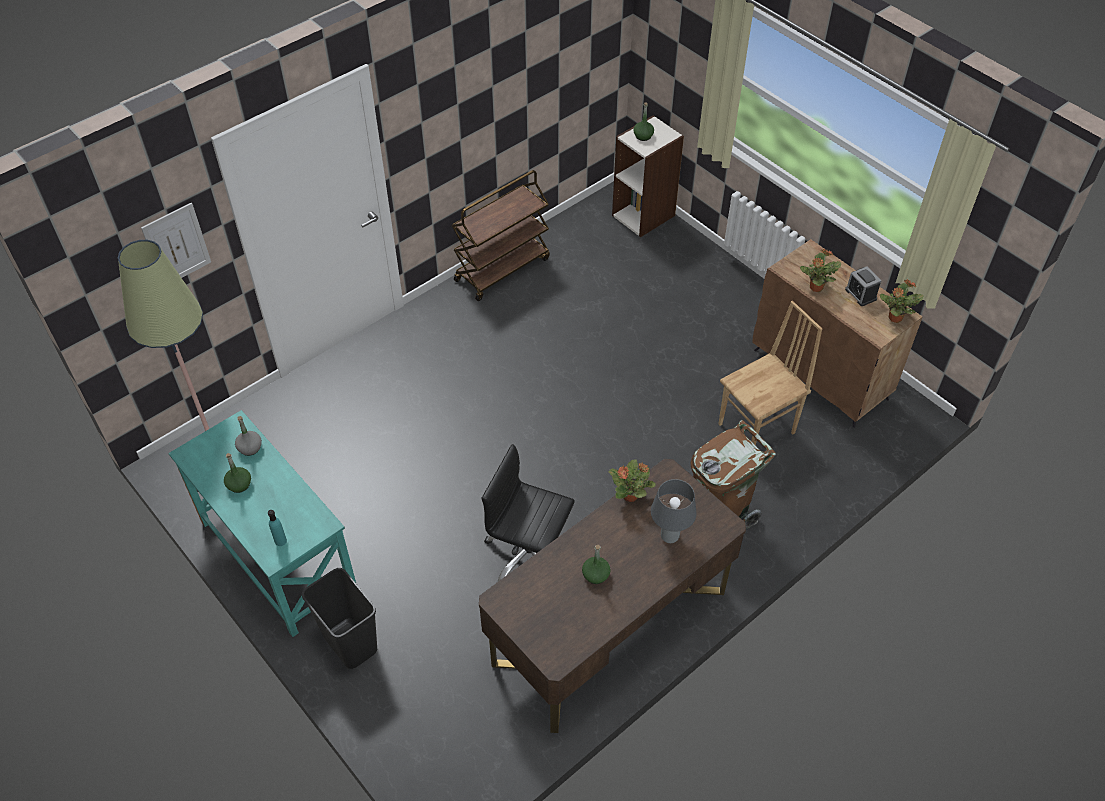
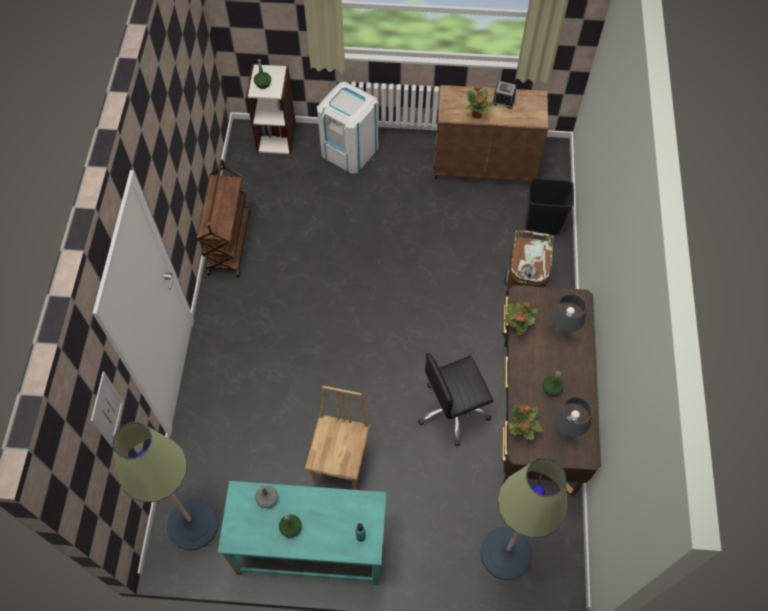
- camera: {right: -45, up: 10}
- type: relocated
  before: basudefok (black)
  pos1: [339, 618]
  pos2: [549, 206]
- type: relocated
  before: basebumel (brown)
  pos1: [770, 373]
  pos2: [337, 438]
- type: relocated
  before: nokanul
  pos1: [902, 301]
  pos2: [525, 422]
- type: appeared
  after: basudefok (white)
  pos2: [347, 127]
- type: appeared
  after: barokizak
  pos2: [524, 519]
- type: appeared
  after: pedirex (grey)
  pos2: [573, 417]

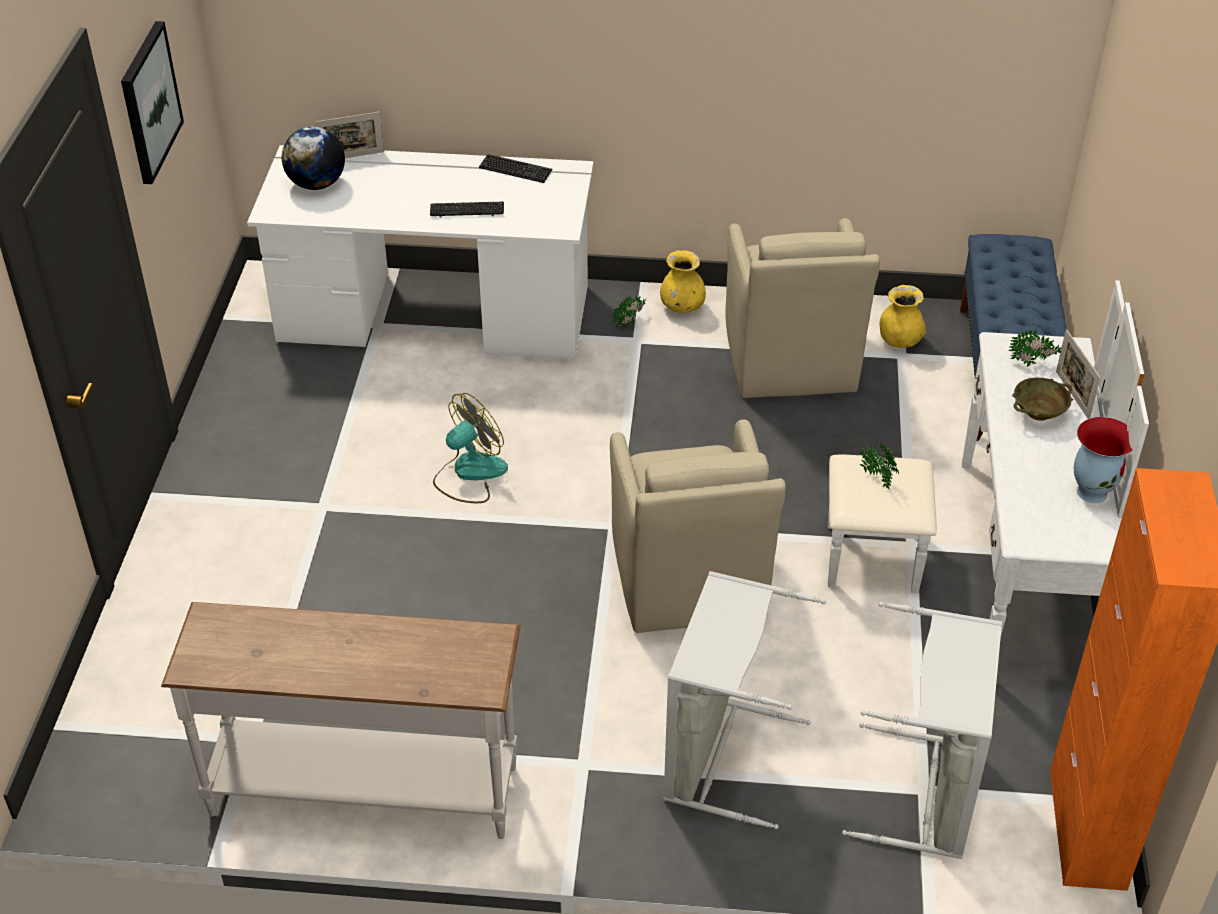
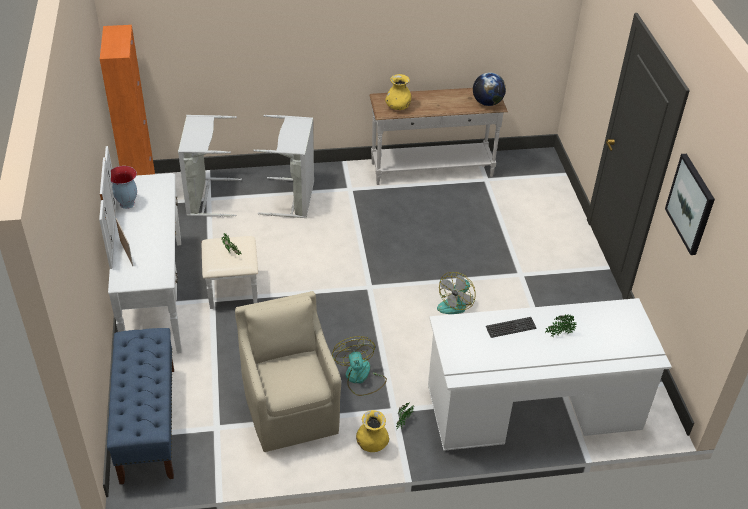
- camera: {right: 165, up: 0}
- type: relocated
  before: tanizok
  pos1: [313, 158]
  pos2: [489, 89]
- type: missing
  before: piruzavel
  pos1: [349, 135]
- type: missing
  before: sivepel
  pos1: [515, 168]
- type: missing
  before: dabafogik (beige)
  pos1: [698, 526]
- type: relocated
  before: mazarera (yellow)
  pos1: [903, 316]
  pos2: [398, 92]
- type: relocated
  before: nokanul
  pos1: [1035, 348]
  pos2: [561, 326]
- type: missing
  before: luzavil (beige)
  pos1: [1042, 399]
- type: appeared
  after: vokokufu
  pos2: [359, 366]

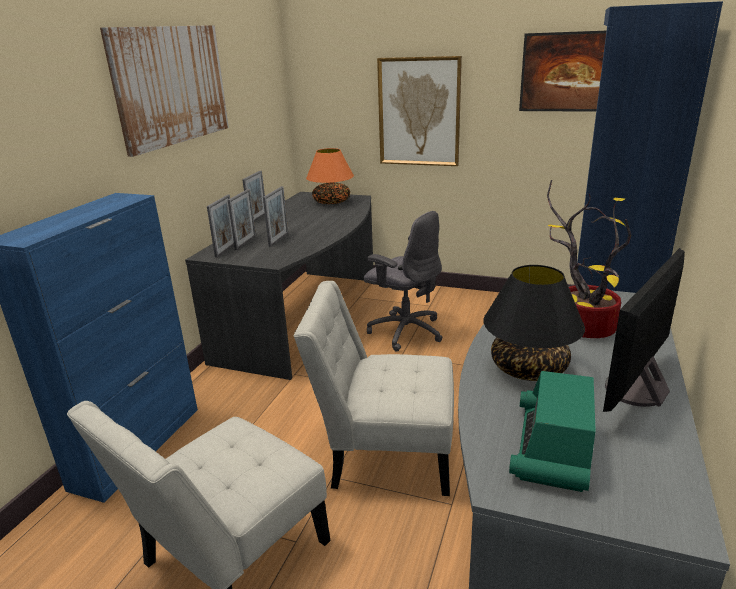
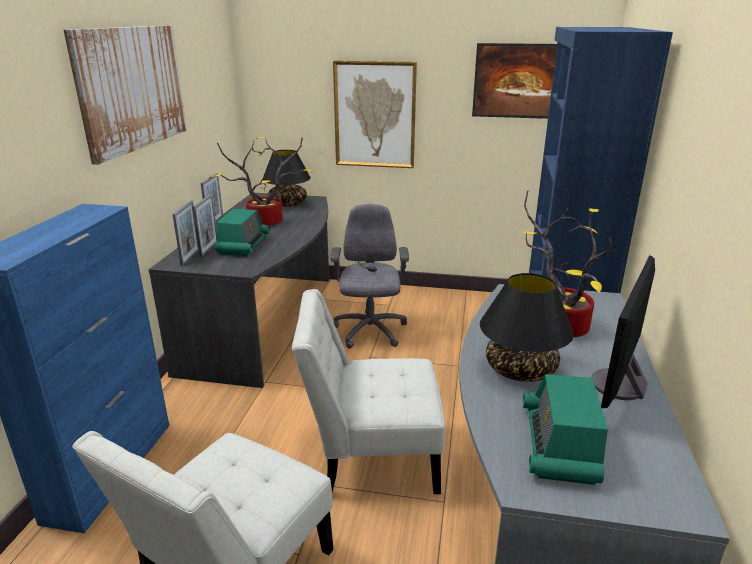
- camera: {right: -10, up: 0}
- type: exchanged
  before: piruzavel
  after: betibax
  pos1: [275, 216]
  pos2: [242, 232]
- type: colour
  before: pedirex (orange)
  after: pedirex (black)
  pos1: [330, 176]
  pos2: [287, 178]
- type: spun
  before: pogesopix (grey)
  pos1: [403, 281]
  pos2: [369, 276]
  turn: -120
- type: appeared
  after: nokanul
  pos2: [261, 181]

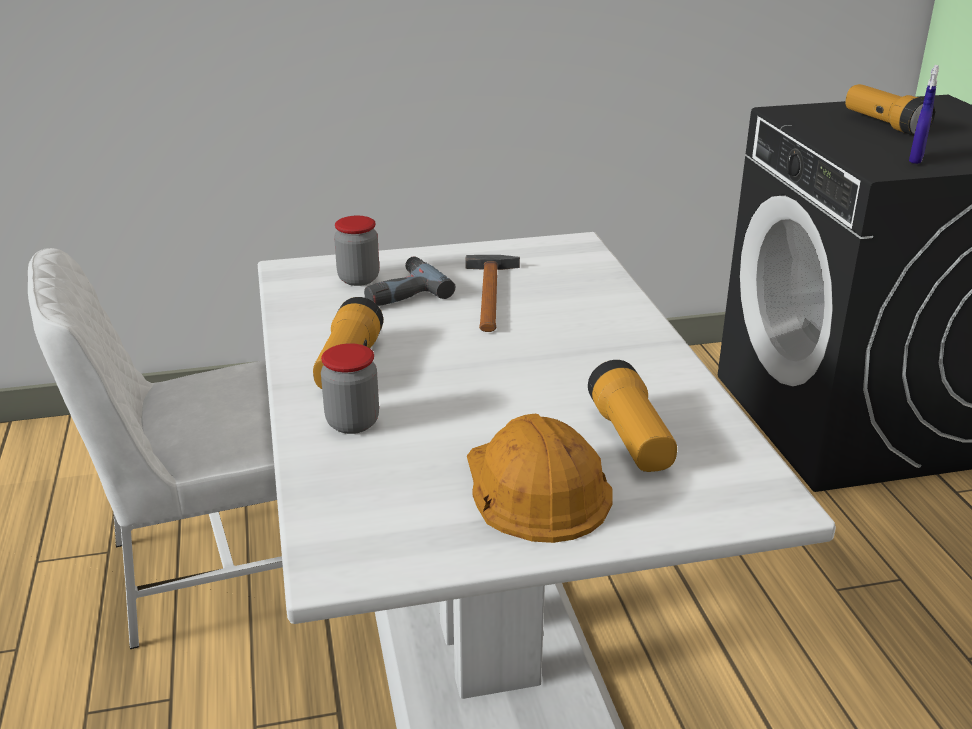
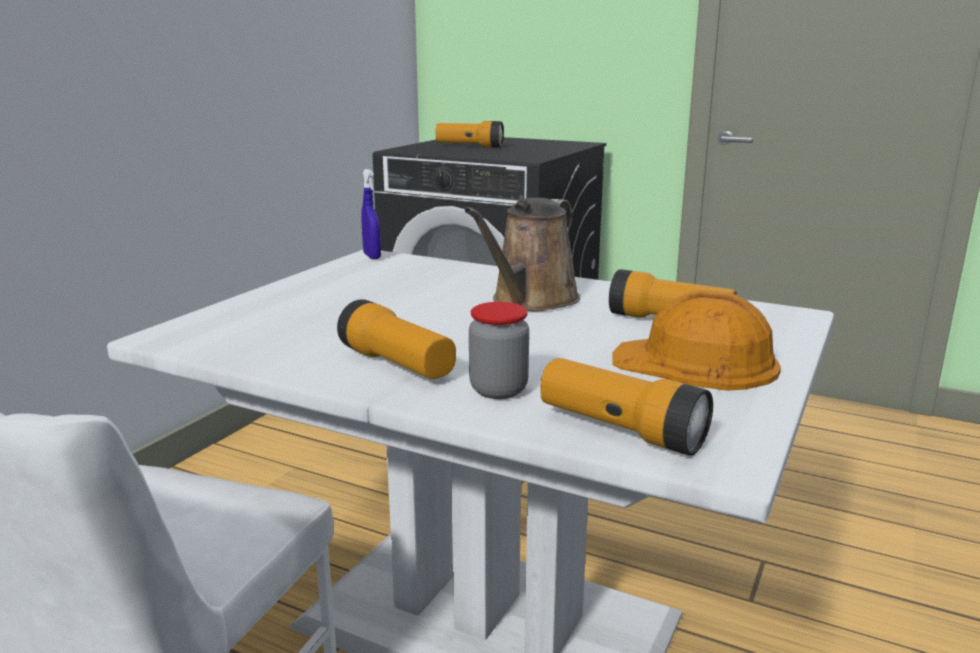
- camera: {right: -50, up: -10}
- type: missing
  before: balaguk
  pos1: [356, 251]
- type: missing
  before: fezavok
  pos1: [409, 281]
- type: missing
  before: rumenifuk
  pos1: [492, 293]
- type: relocated
  before: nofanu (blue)
  pos1: [924, 114]
  pos2: [371, 214]
- type: appeared
  after: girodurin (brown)
  pos2: [522, 254]
- type: appeared
  after: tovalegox
  pos2: [626, 407]

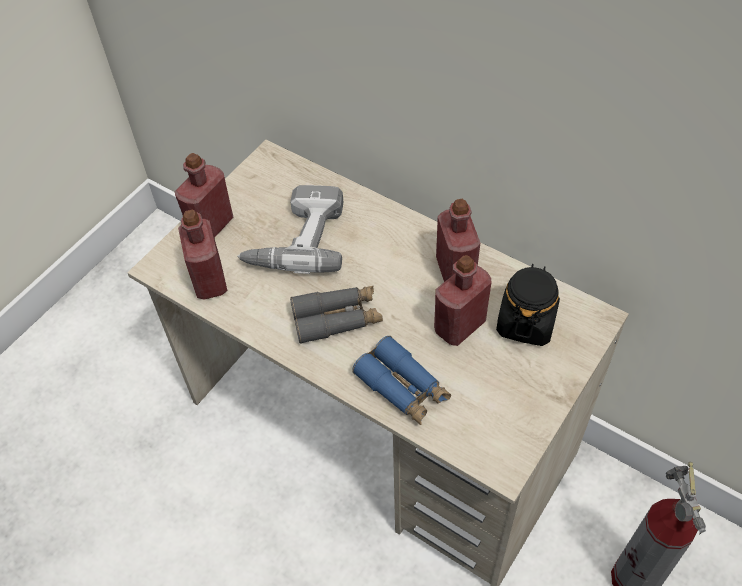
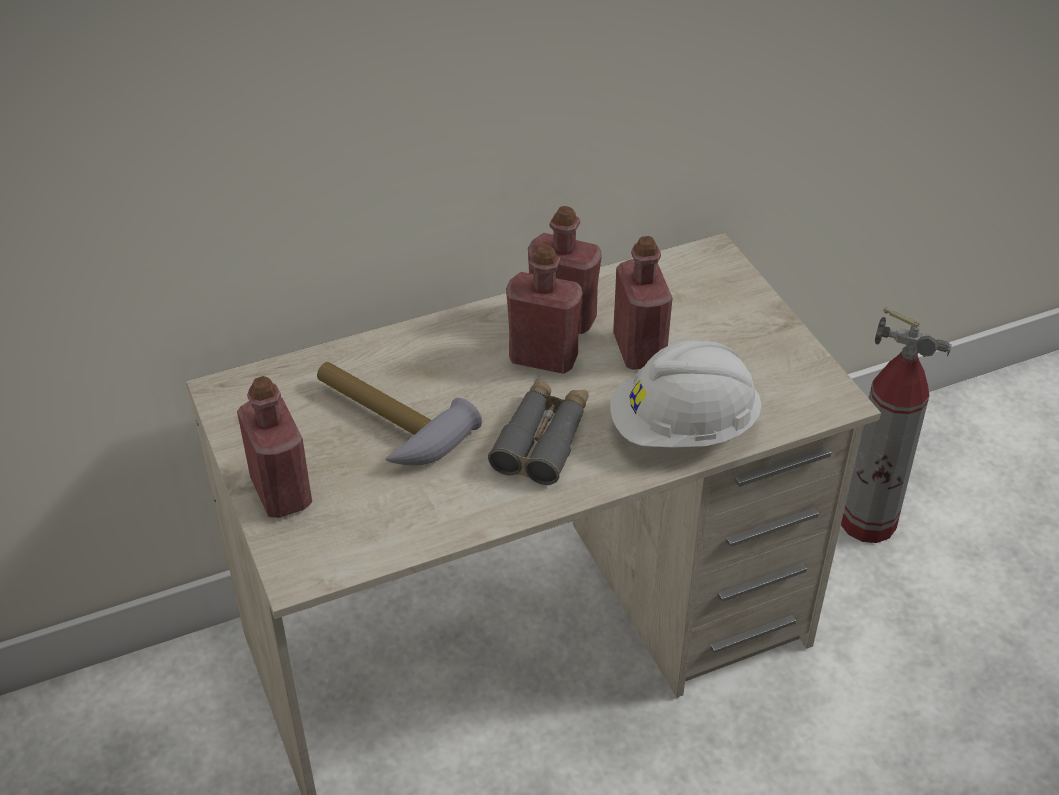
- camera: {right: -60, up: -10}
- type: relocated
  before: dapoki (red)
  pos1: [203, 254]
  pos2: [544, 309]
- type: exchanged
  before: fezavok
  after: rumenifuk
  pos1: [290, 229]
  pos2: [399, 413]
- type: exchanged
  before: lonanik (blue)
  after: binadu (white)
  pos1: [401, 380]
  pos2: [686, 394]
- type: missing
  before: balaguk (black)
  pos1: [528, 305]

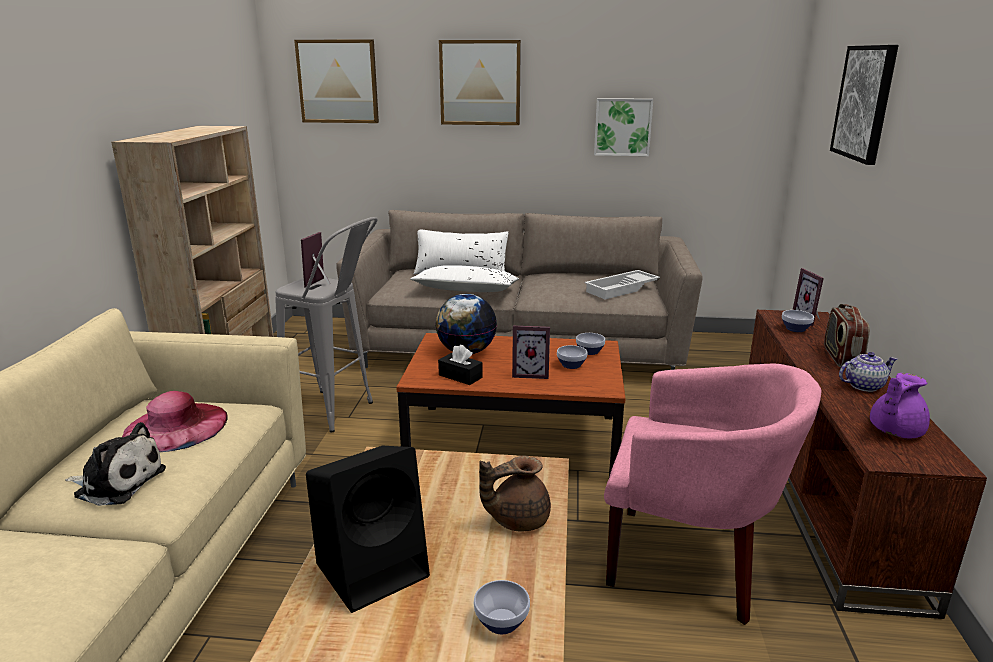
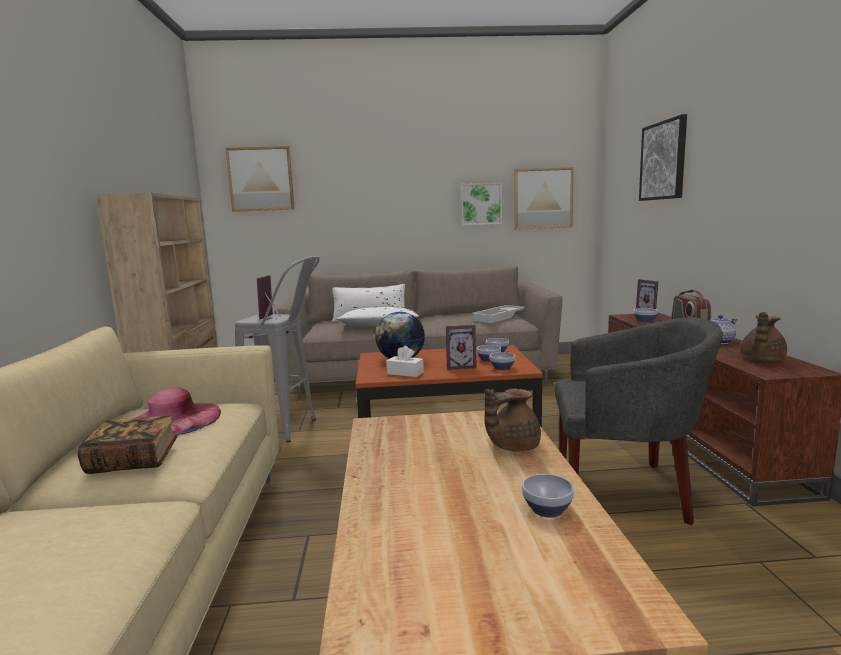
- camera: {right: -10, up: -10}
- type: exchanged
  before: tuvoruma
  after: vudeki
  pos1: [115, 464]
  pos2: [128, 444]
- type: missing
  before: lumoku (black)
  pos1: [368, 529]
- type: colour
  before: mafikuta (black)
  after: mafikuta (white)
  pos1: [460, 365]
  pos2: [405, 361]
- type: relocated
  before: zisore
  pos1: [480, 82]
  pos2: [544, 198]
- type: colour
  before: dabafogik (pink)
  after: dabafogik (grey)
  pos1: [712, 494]
  pos2: [638, 421]
- type: colour
  before: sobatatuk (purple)
  after: sobatatuk (brown)
  pos1: [900, 405]
  pos2: [763, 337]
- type: appeared
  after: luzavil
  pos2: [502, 361]

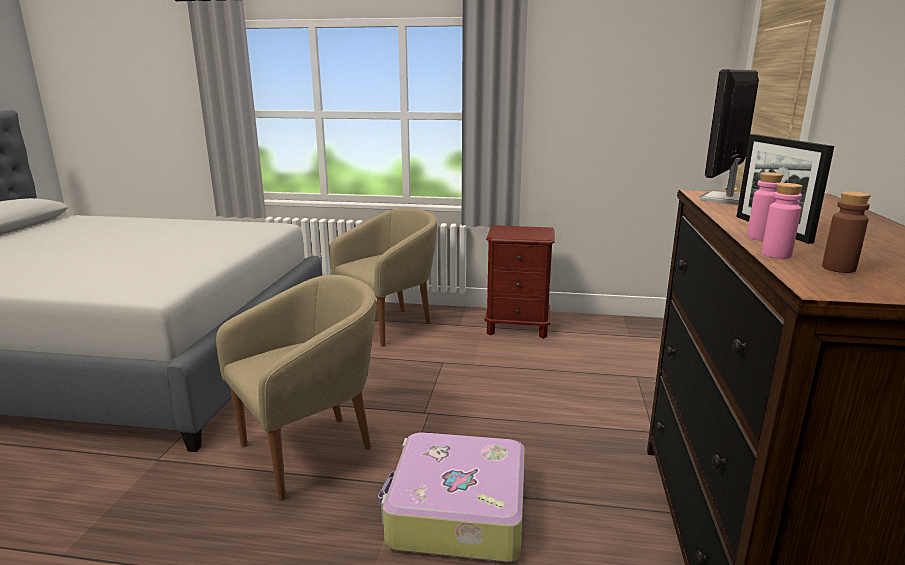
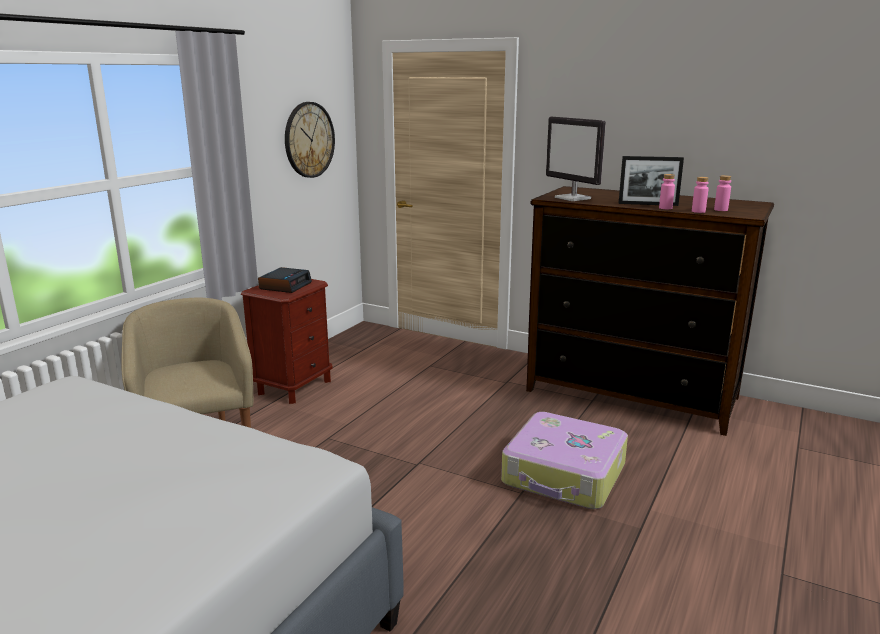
- camera: {right: -70, up: 0}
- type: missing
  before: dabafogik (beige)
  pos1: [296, 387]
- type: colour
  before: dapoki (brown)
  after: dapoki (pink)
  pos1: [846, 232]
  pos2: [722, 193]
- type: appeared
  after: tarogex
  pos2: [285, 280]
- type: appeared
  after: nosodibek
  pos2: [310, 140]

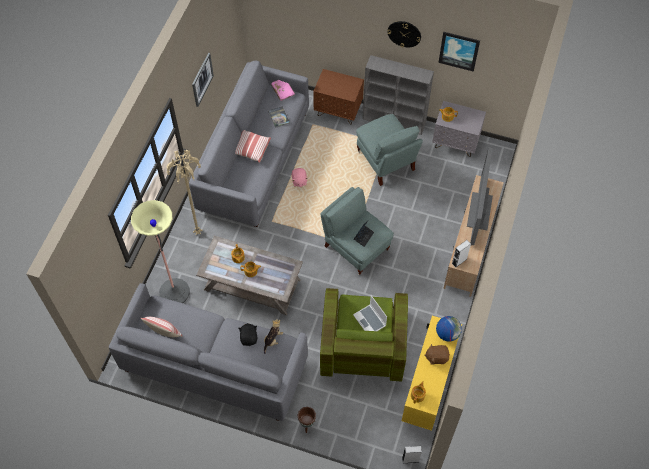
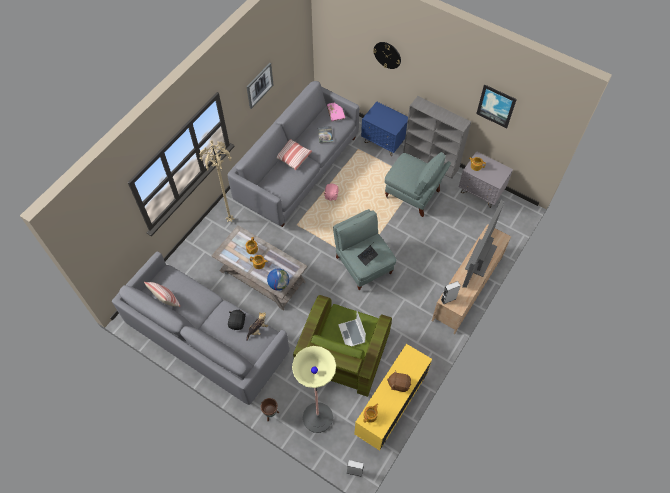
- camera: {right: 15, up: 0}
- type: relocated
  before: barokizak
  pos1: [160, 251]
  pos2: [314, 389]
- type: colour
  before: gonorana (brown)
  after: gonorana (blue)
  pos1: [338, 96]
  pos2: [384, 128]
- type: spun
  before: dabafogik (grey)
  pos1: [389, 150]
  pos2: [418, 184]
  turn: -45
- type: relocated
  before: nosodibek
  pos1: [404, 34]
  pos2: [387, 55]
- type: relocated
  before: tanizok
  pos1: [449, 329]
  pos2: [278, 279]

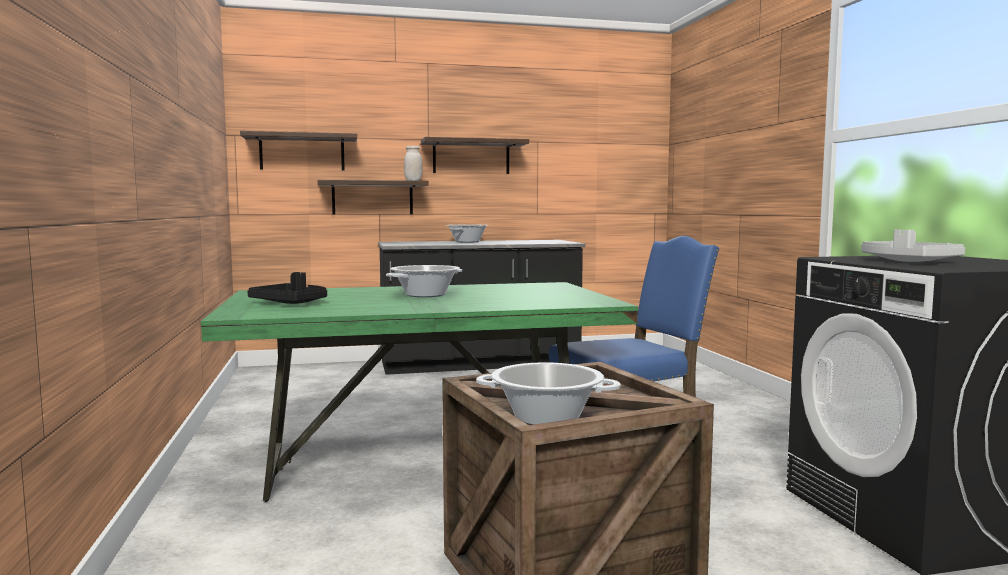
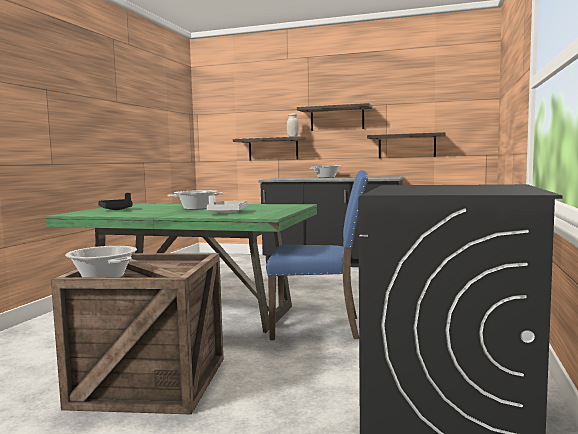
- camera: {right: 30, up: 0}
- type: relocated
  before: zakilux
  pos1: [298, 150]
  pos2: [406, 145]
- type: relocated
  before: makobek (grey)
  pos1: [913, 245]
  pos2: [227, 204]

